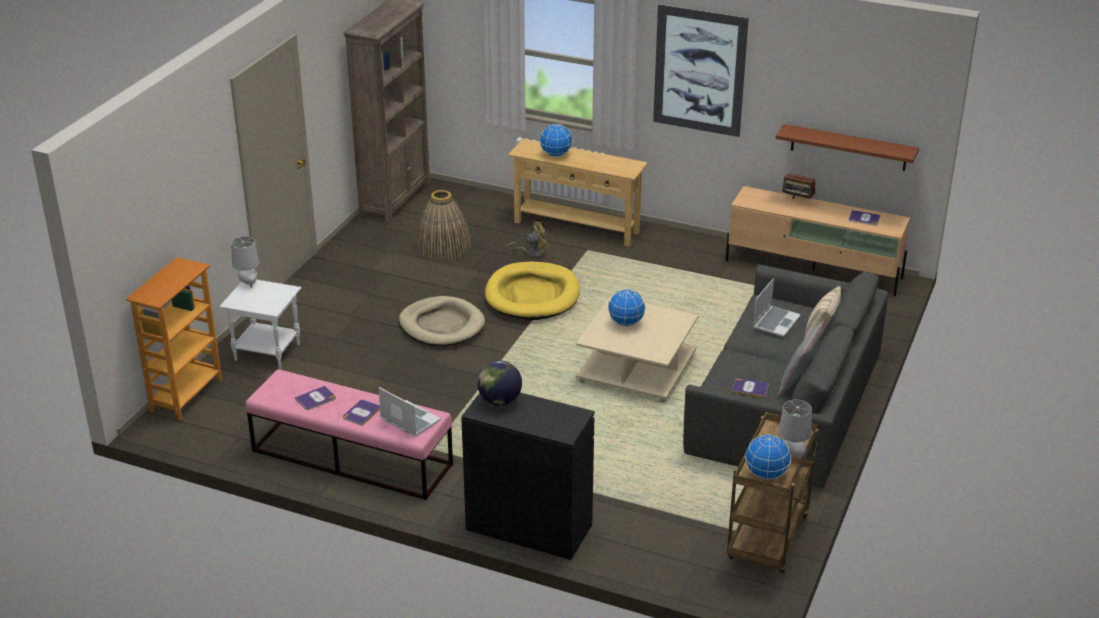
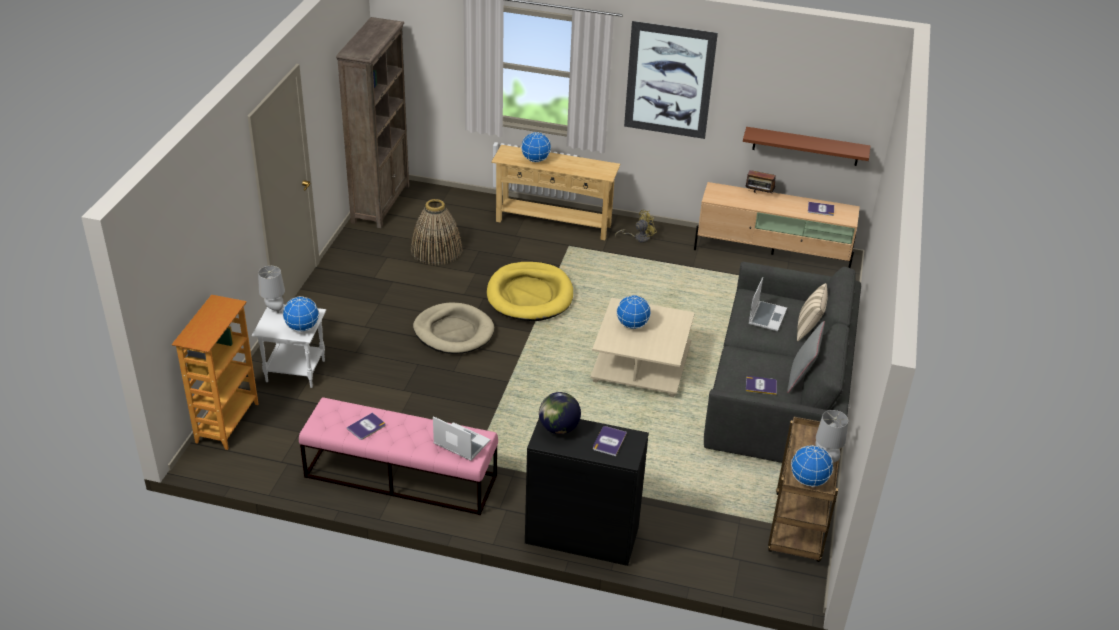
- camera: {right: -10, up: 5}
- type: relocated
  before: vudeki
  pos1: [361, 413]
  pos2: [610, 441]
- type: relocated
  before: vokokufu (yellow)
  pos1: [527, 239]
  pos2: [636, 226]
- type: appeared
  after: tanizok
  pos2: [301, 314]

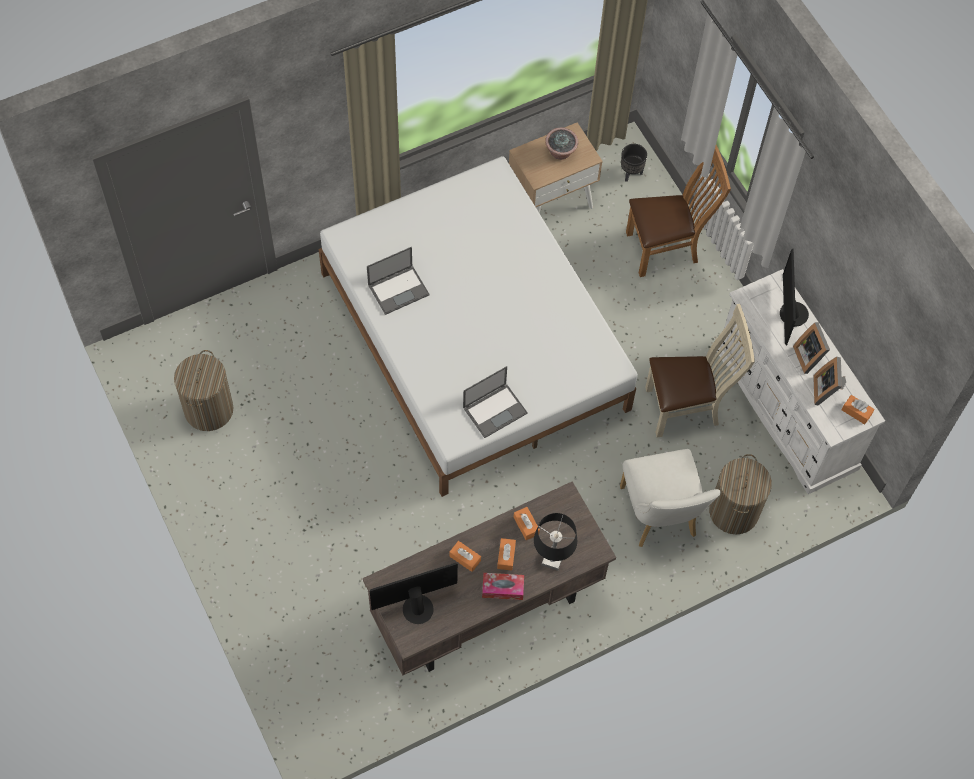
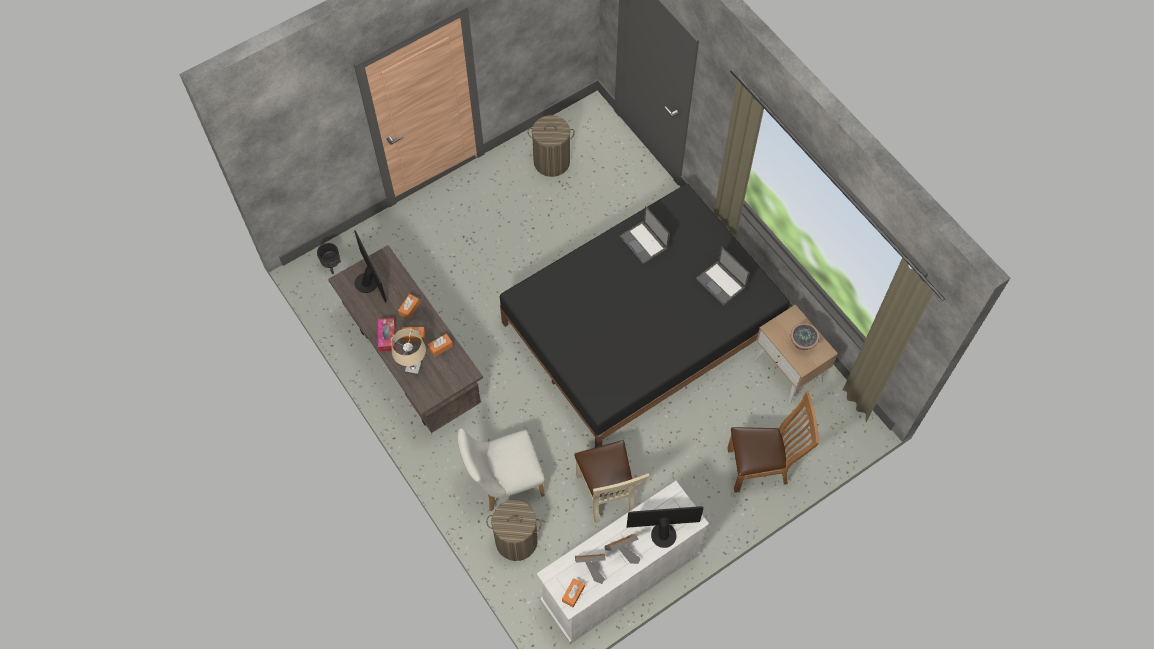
- camera: {right: 85, up: 0}
- type: colour
  before: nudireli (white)
  after: nudireli (black)
  pos1: [478, 326]
  pos2: [645, 316]
- type: relocated
  before: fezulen
  pos1: [495, 402]
  pos2: [723, 276]
- type: colour
  before: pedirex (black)
  after: pedirex (beige)
  pos1: [555, 542]
  pos2: [408, 352]
- type: relocated
  before: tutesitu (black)
  pos1: [634, 163]
  pos2: [329, 258]
- type: spun
  before: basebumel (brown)
  pos1: [678, 211]
  pos2: [773, 442]
  turn: -75

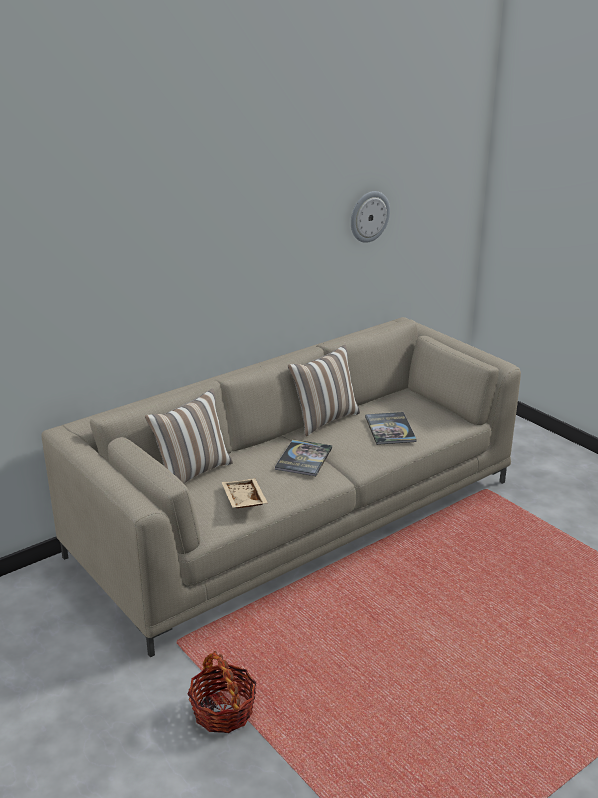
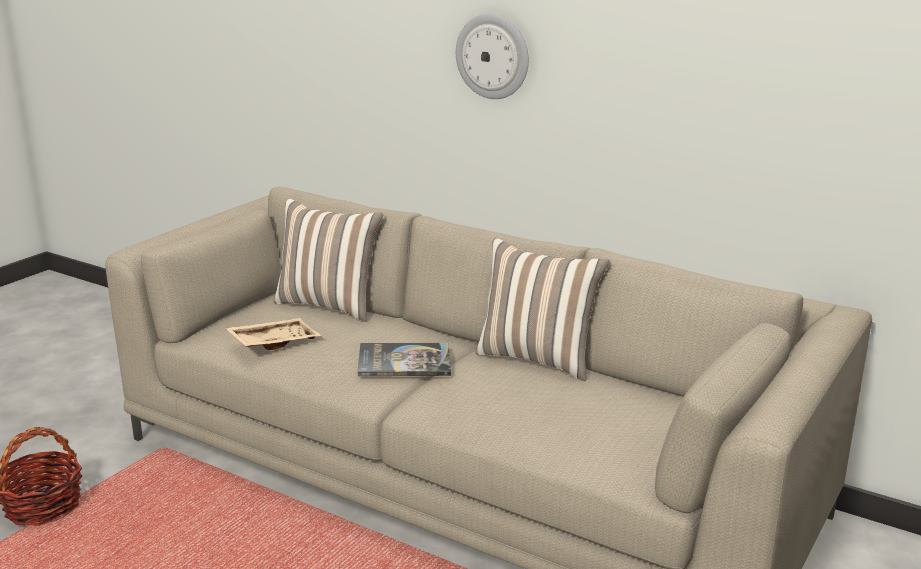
- camera: {right: 70, up: -5}
- type: relocated
  before: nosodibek
  pos1: [370, 217]
  pos2: [492, 56]
- type: missing
  before: vudeki
  pos1: [391, 428]

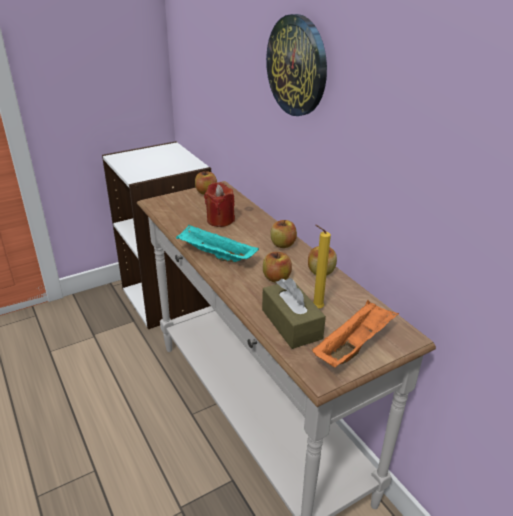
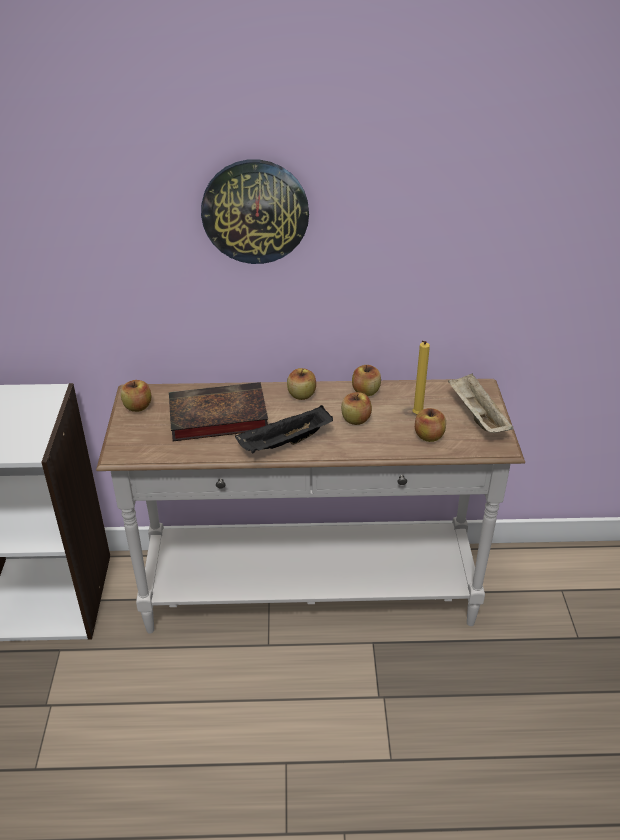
- camera: {right: -60, up: 5}
- type: colour
  before: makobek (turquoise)
  after: makobek (black)
  pos1: [217, 243]
  pos2: [284, 429]
- type: exchanged
  before: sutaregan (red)
  after: vudeki
  pos1: [219, 204]
  pos2: [218, 411]
- type: exchanged
  before: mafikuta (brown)
  after: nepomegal
  pos1: [294, 313]
  pos2: [430, 425]
- type: colour
  before: makobek (orange)
  after: makobek (beige)
  pos1: [355, 333]
  pos2: [481, 403]

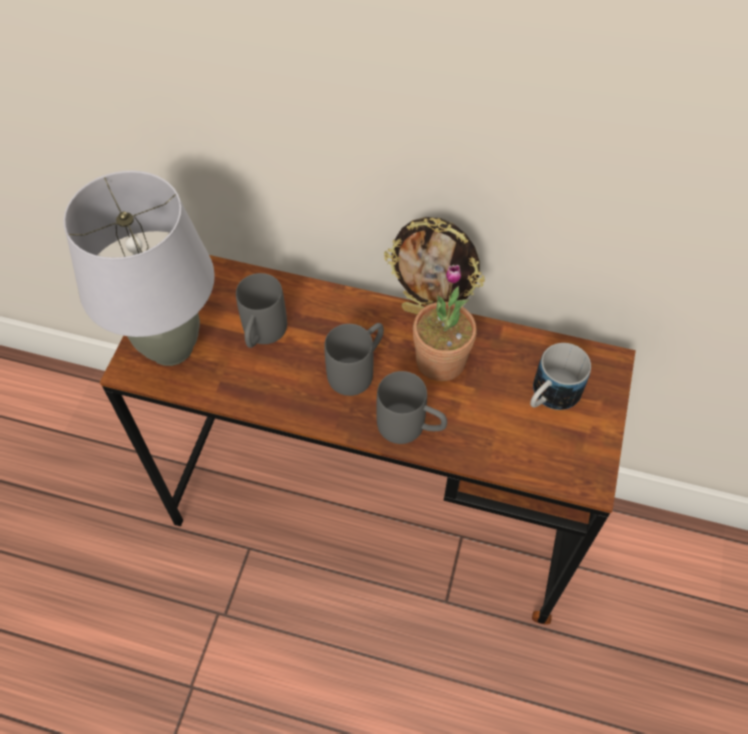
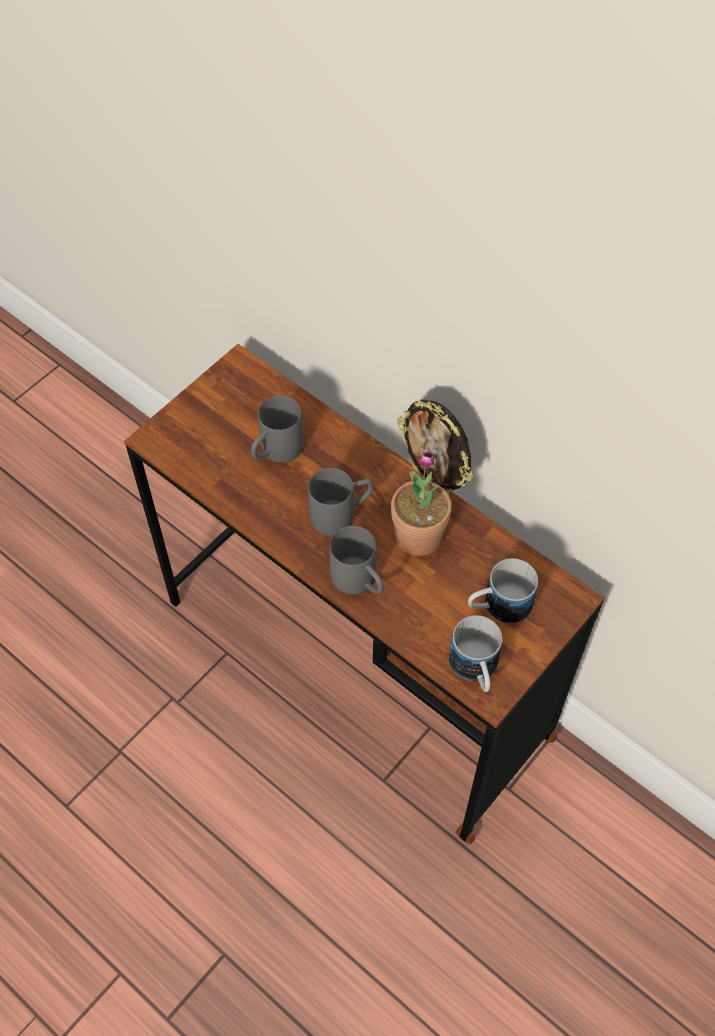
- camera: {right: 25, up: 0}
- type: missing
  before: pedirex (grey)
  pos1: [139, 268]
- type: appeared
  after: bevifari
  pos2: [475, 653]

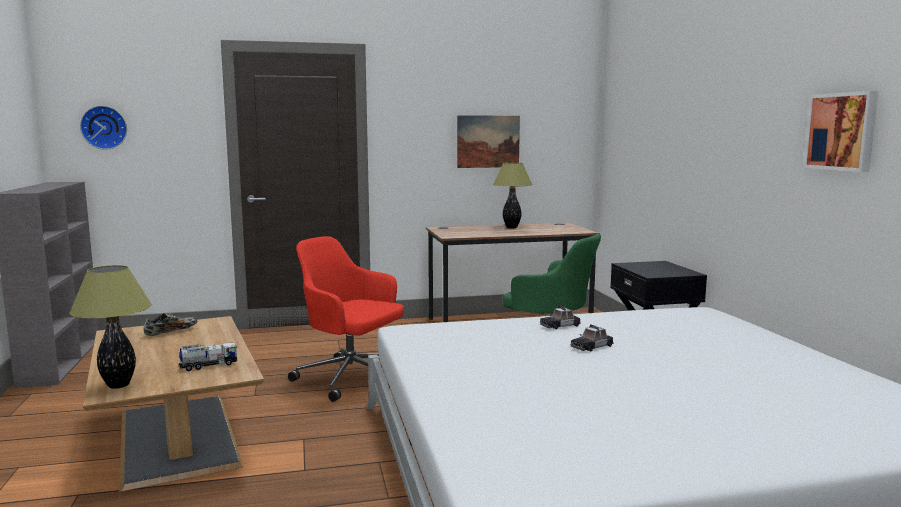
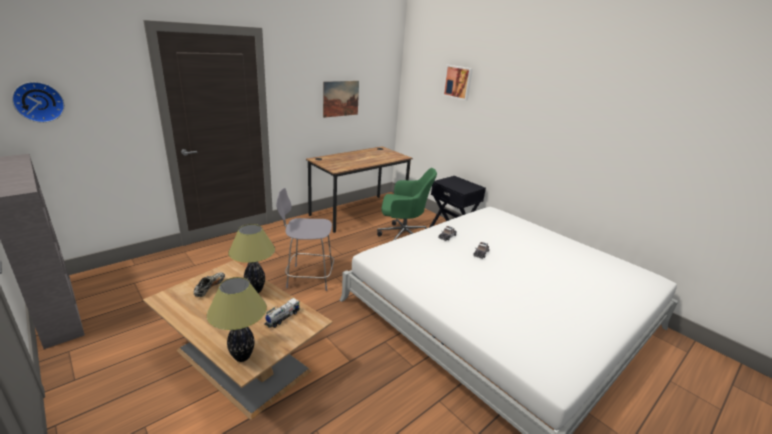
- camera: {right: -30, up: 15}
- type: exchanged
  before: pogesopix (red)
  after: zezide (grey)
  pos1: [346, 319]
  pos2: [305, 239]
- type: relocated
  before: pedirex
  pos1: [512, 195]
  pos2: [251, 258]
- type: relocated
  before: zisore
  pos1: [840, 131]
  pos2: [458, 83]

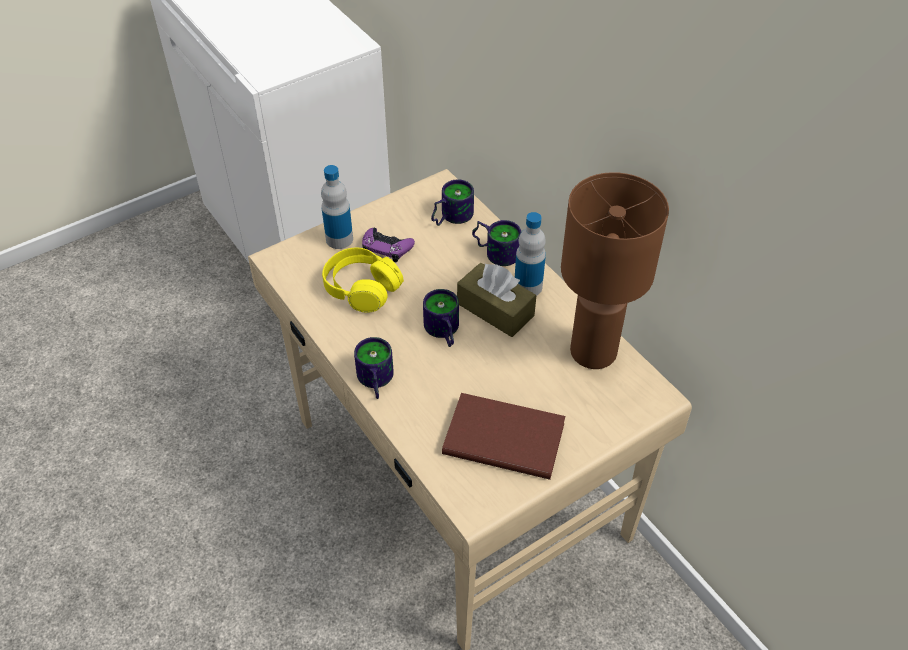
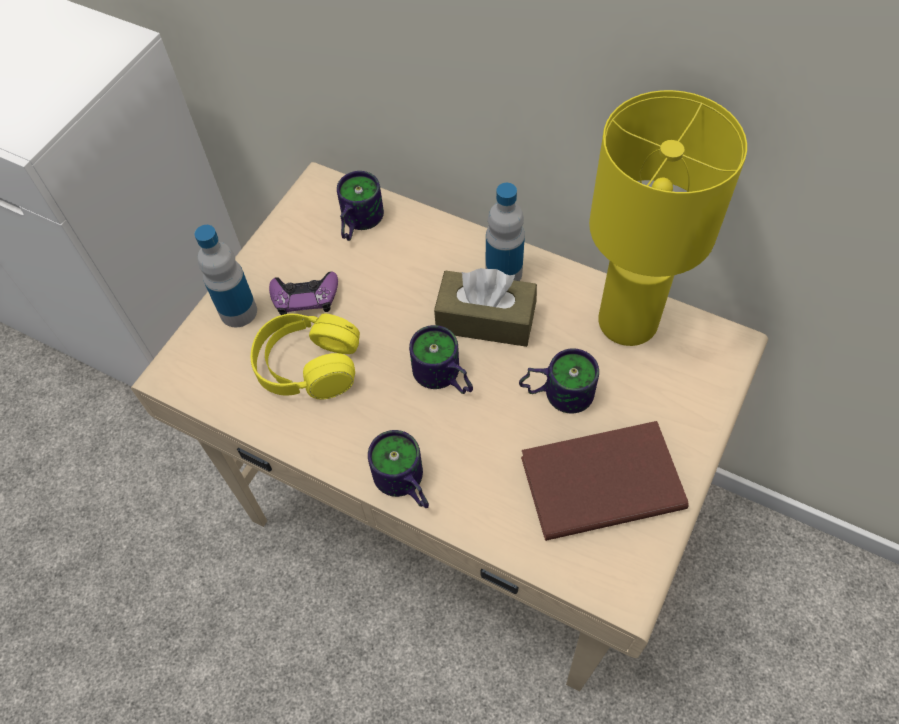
- camera: {right: -25, up: 10}
- type: relocated
  before: bevifari
  pos1: [496, 243]
  pos2: [559, 380]
- type: colour
  before: pedirex (brown)
  after: pedirex (yellow)
  pos1: [615, 270]
  pos2: [668, 218]

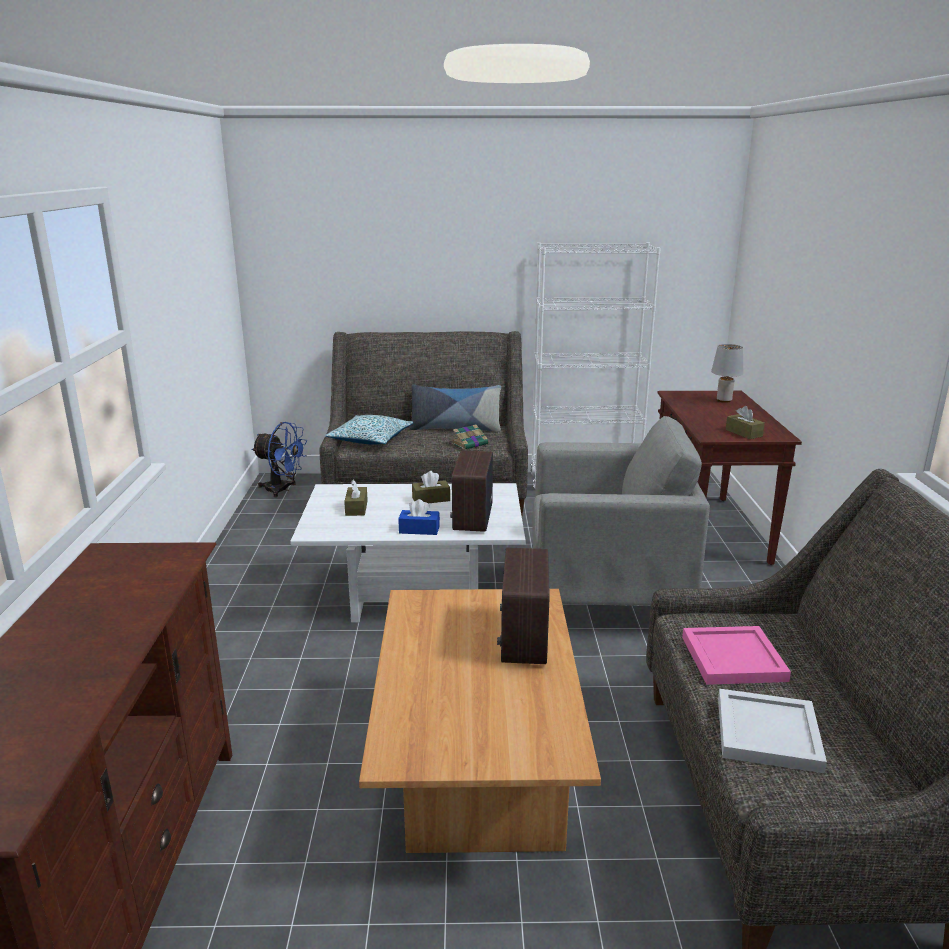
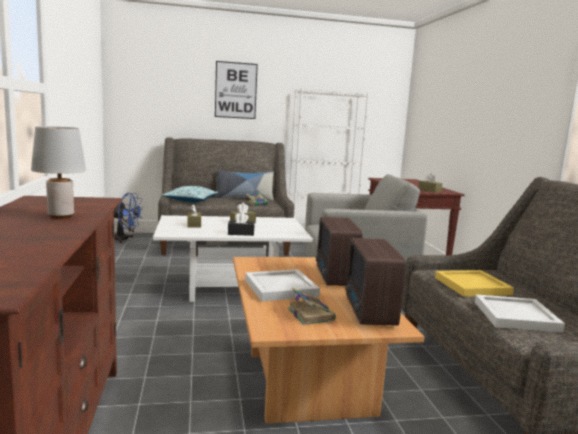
- camera: {right: -10, up: -10}
- type: colour
  before: mafikuta (blue)
  after: mafikuta (black)
  pos1: [419, 517]
  pos2: [241, 224]
- type: relocated
  before: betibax
  pos1: [471, 491]
  pos2: [375, 282]
- type: colour
  before: makobek (pink)
  after: makobek (yellow)
  pos1: [736, 655]
  pos2: [474, 283]
- type: relocated
  before: pedirex (grey)
  pos1: [727, 373]
  pos2: [58, 172]
- type: appeared
  after: zisore
  pos2: [236, 90]
- type: appeared
  after: makobek (white)
  pos2: [282, 285]
- type: appeared
  after: vudeki
  pos2: [311, 306]

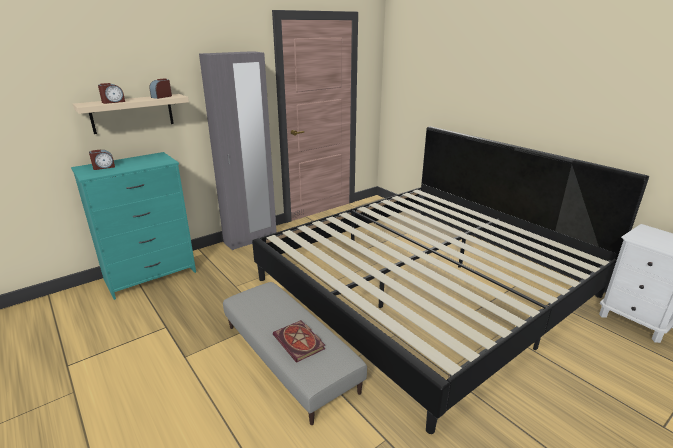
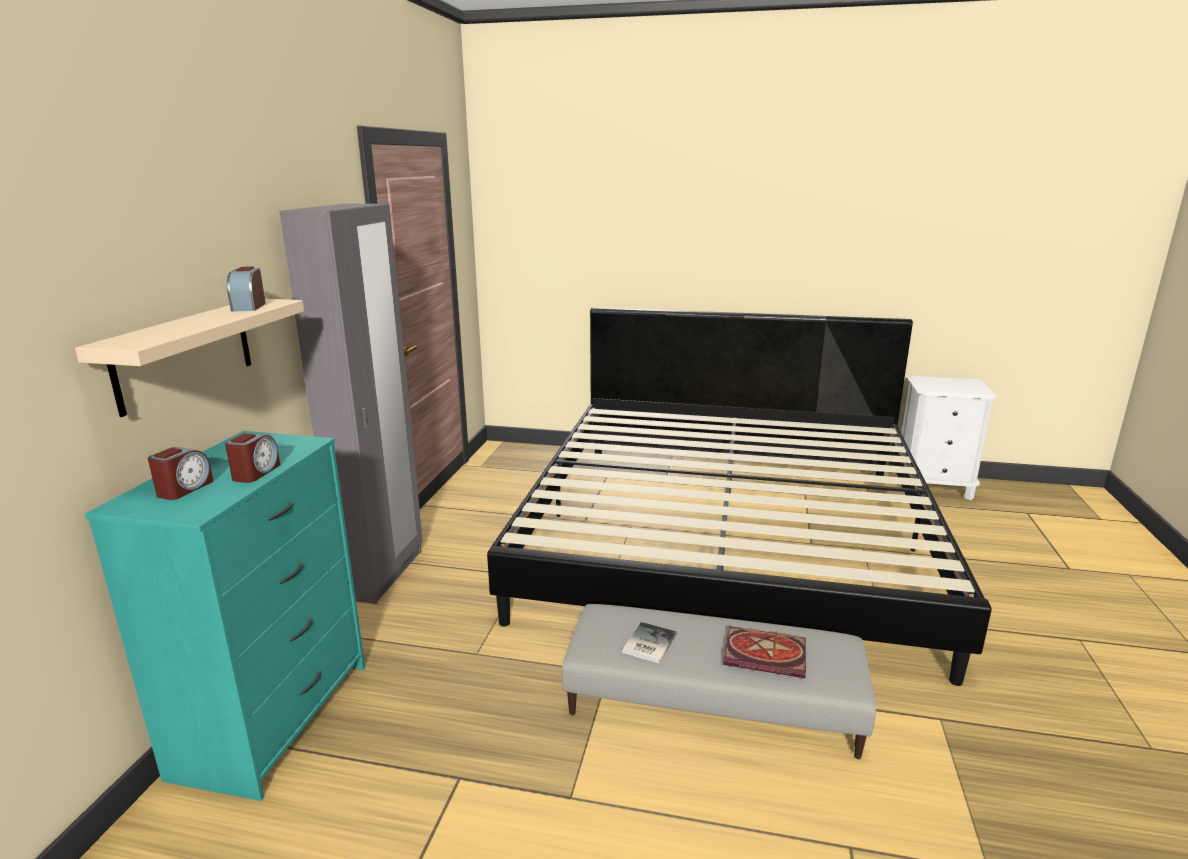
- camera: {right: -40, up: -5}
- type: relocated
  before: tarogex
  pos1: [111, 93]
  pos2: [252, 458]
- type: appeared
  after: vudeki
  pos2: [649, 642]

